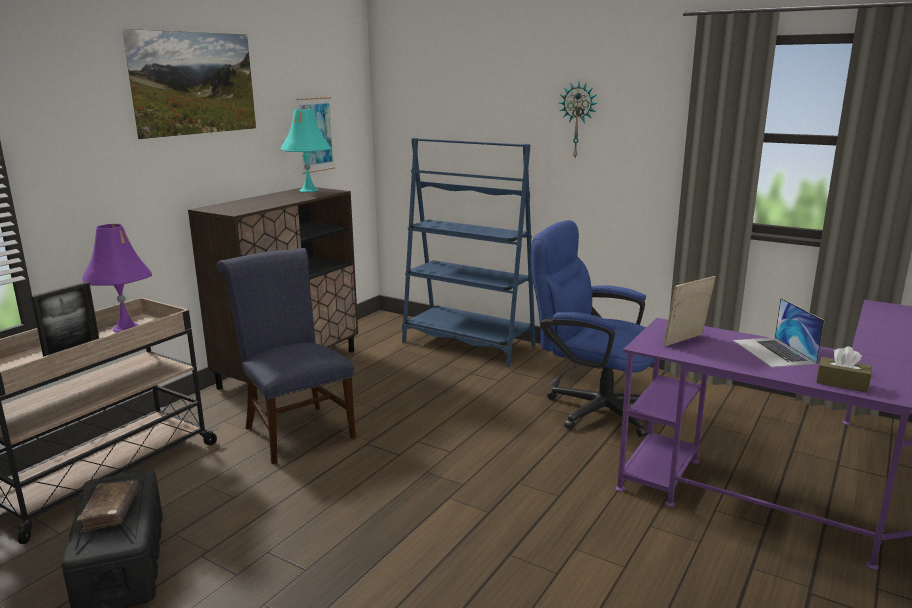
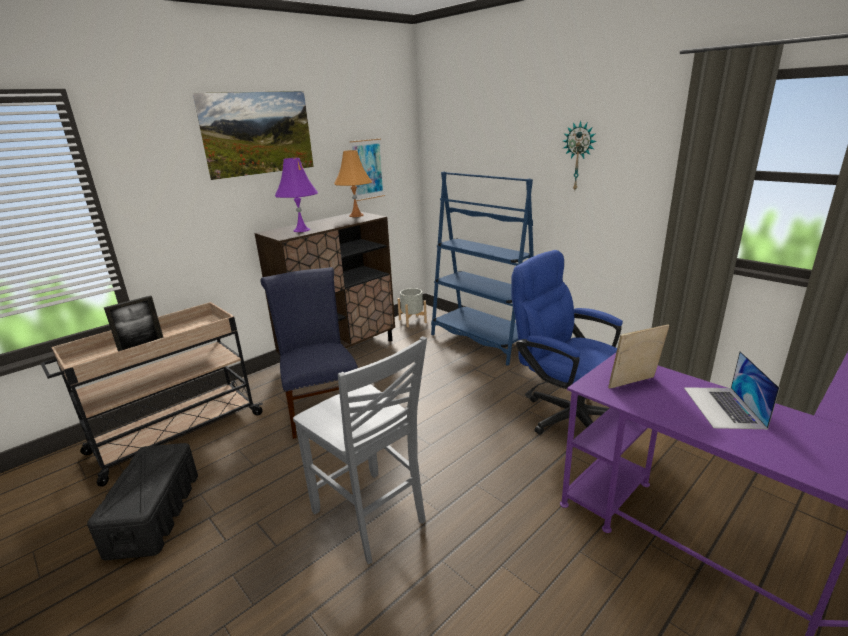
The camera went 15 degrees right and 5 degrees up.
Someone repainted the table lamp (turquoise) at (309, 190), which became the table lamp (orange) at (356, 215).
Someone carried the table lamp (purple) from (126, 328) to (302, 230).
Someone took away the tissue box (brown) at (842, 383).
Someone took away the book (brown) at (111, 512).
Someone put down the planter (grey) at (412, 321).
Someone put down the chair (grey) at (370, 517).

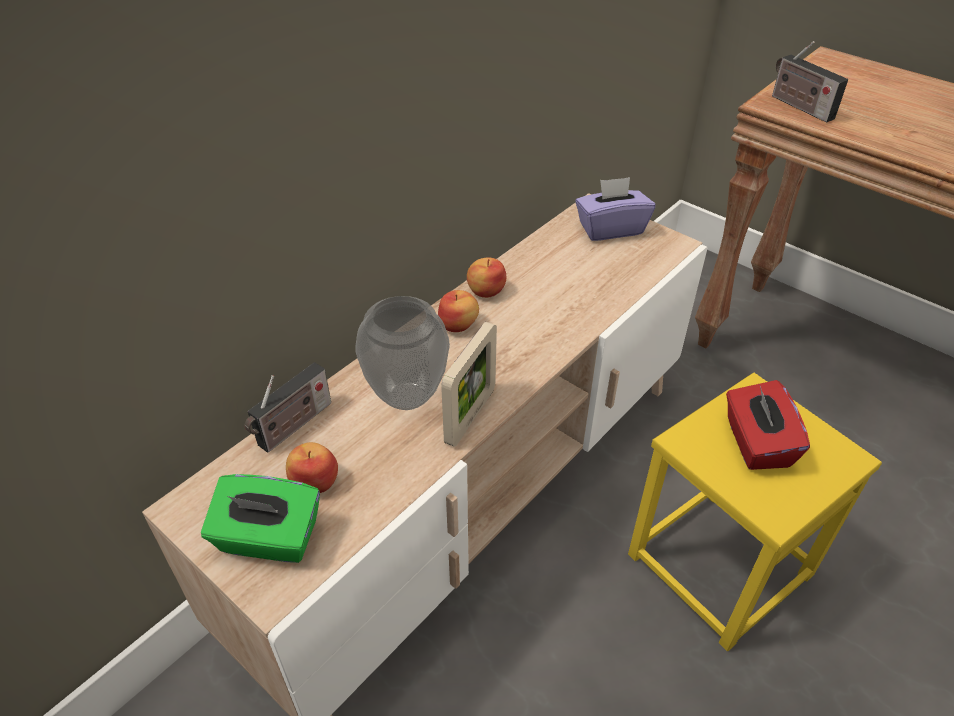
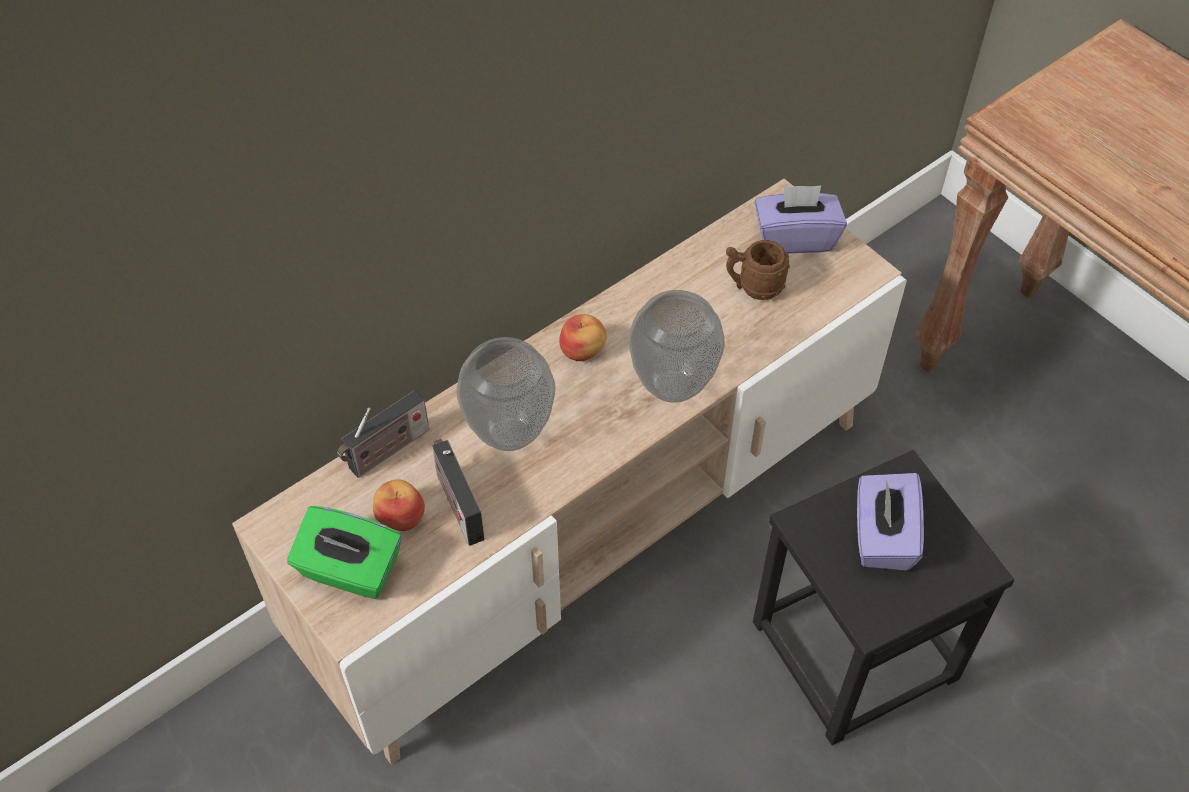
The camera went 10 degrees right and 10 degrees up.
Someone carried the radio from (798, 106) to (457, 503).
Someone took away the apple at (486, 291).
Someone took away the picture frame at (470, 416).
Someone repainted the stool (yellow) at (718, 563), which became the stool (black) at (854, 648).
Someone repainted the tissue box (red) at (756, 443), which became the tissue box (purple) at (882, 537).
Someone put down the mug (brown) at (753, 287).
Someone put down the vase at (671, 387).

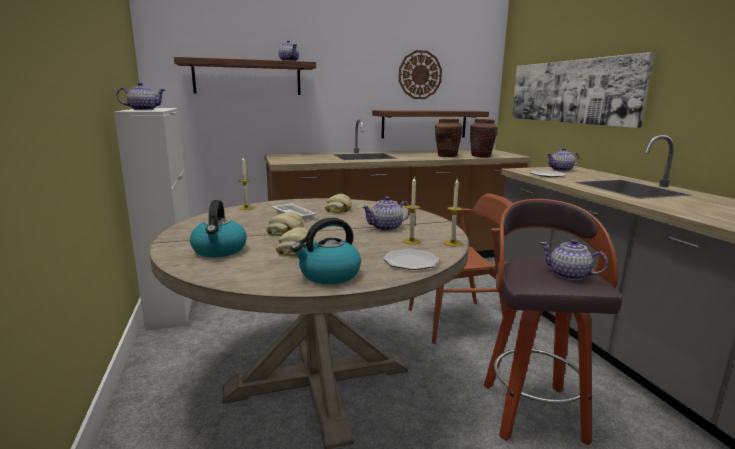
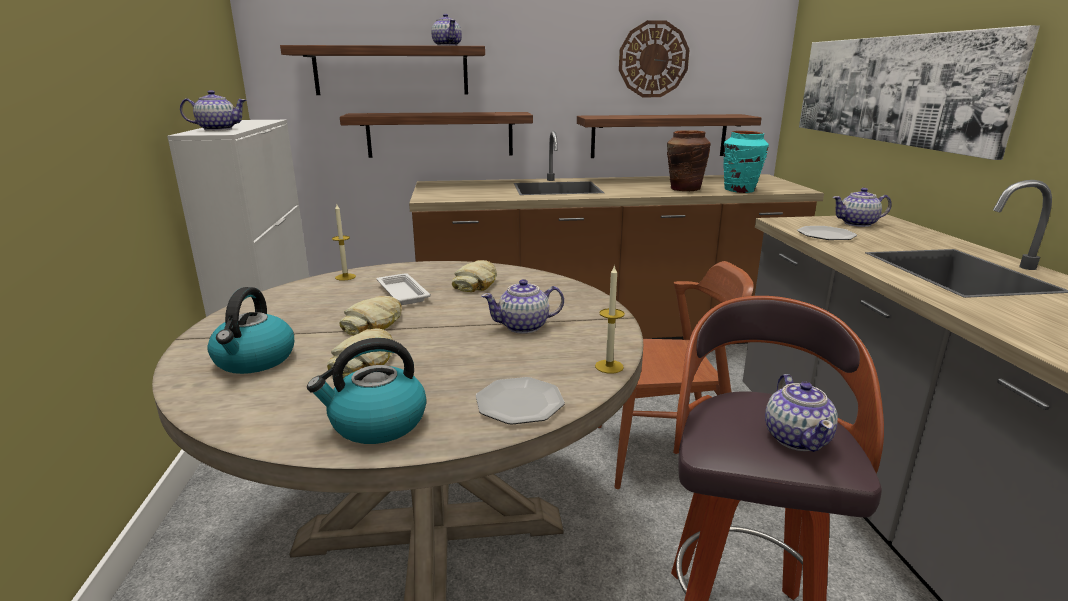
The camera went 10 degrees right and 5 degrees up.
Someone repainted the vase (brown) at (481, 156), which became the vase (turquoise) at (740, 190).
Someone took away the candle at (411, 241).
Someone rotated the teapot at (569, 275) by 135 degrees counterclockwise.
Someone put up the shelf at (440, 134).

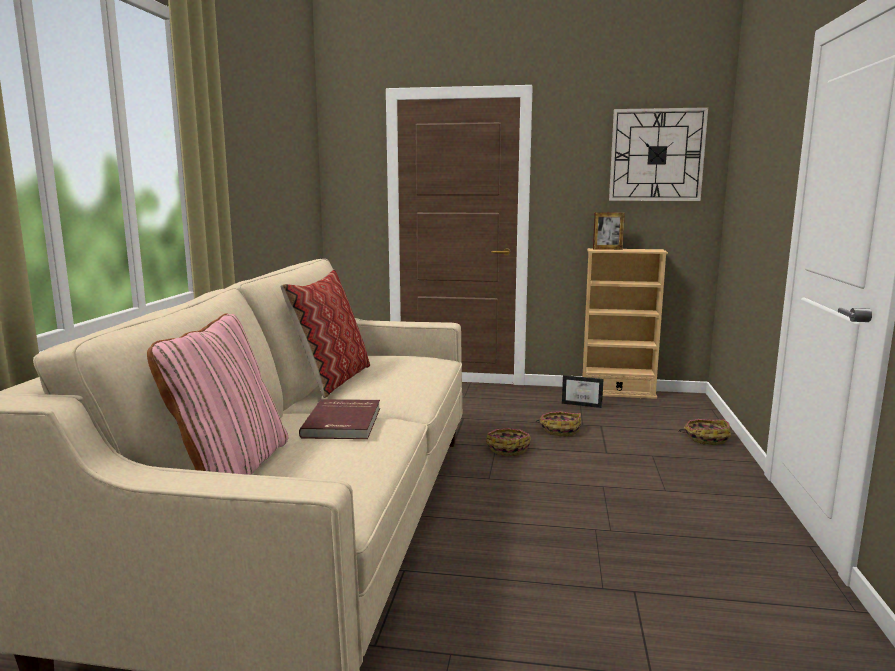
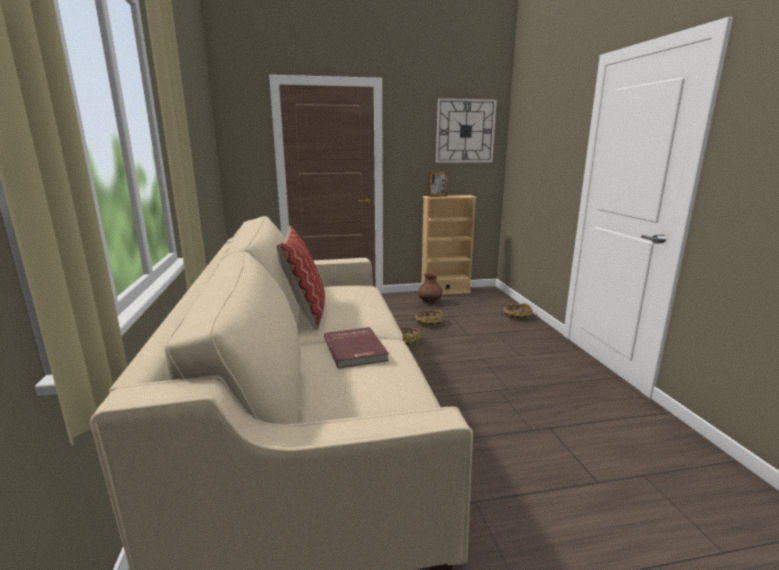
The camera went 20 degrees left and 5 degrees up.
Someone took away the pillow (pink) at (231, 469).
Someone swapped the picture frame at (583, 404) for the vase (brown) at (430, 302).

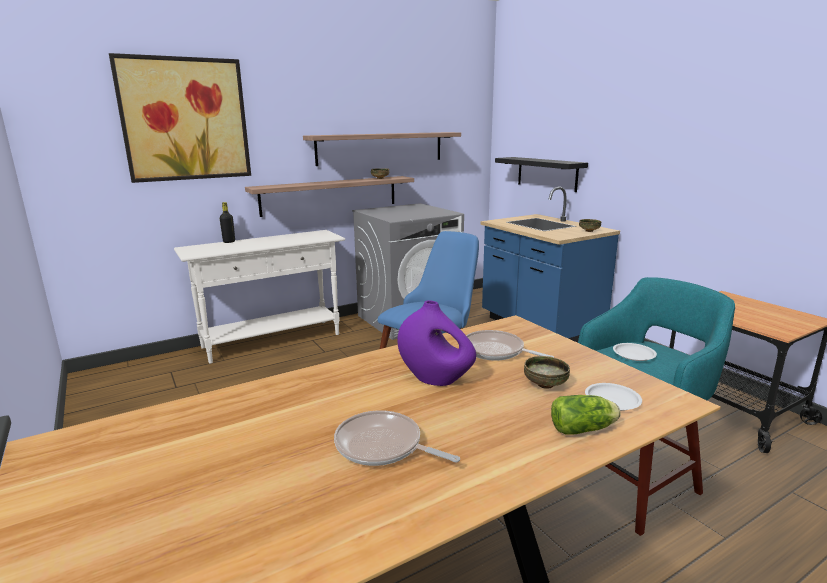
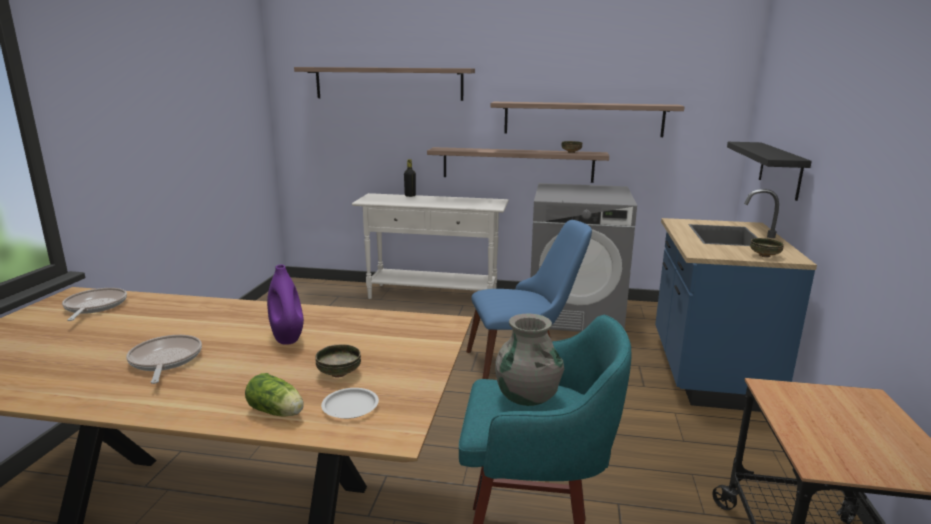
The camera went 40 degrees right and 0 degrees up.
Someone swapped the picture at (185, 119) for the shelf at (388, 83).
Someone carried the frying pan from (496, 351) to (94, 307).
Someone swapped the plate (white) at (633, 354) for the vase (grey) at (527, 397).

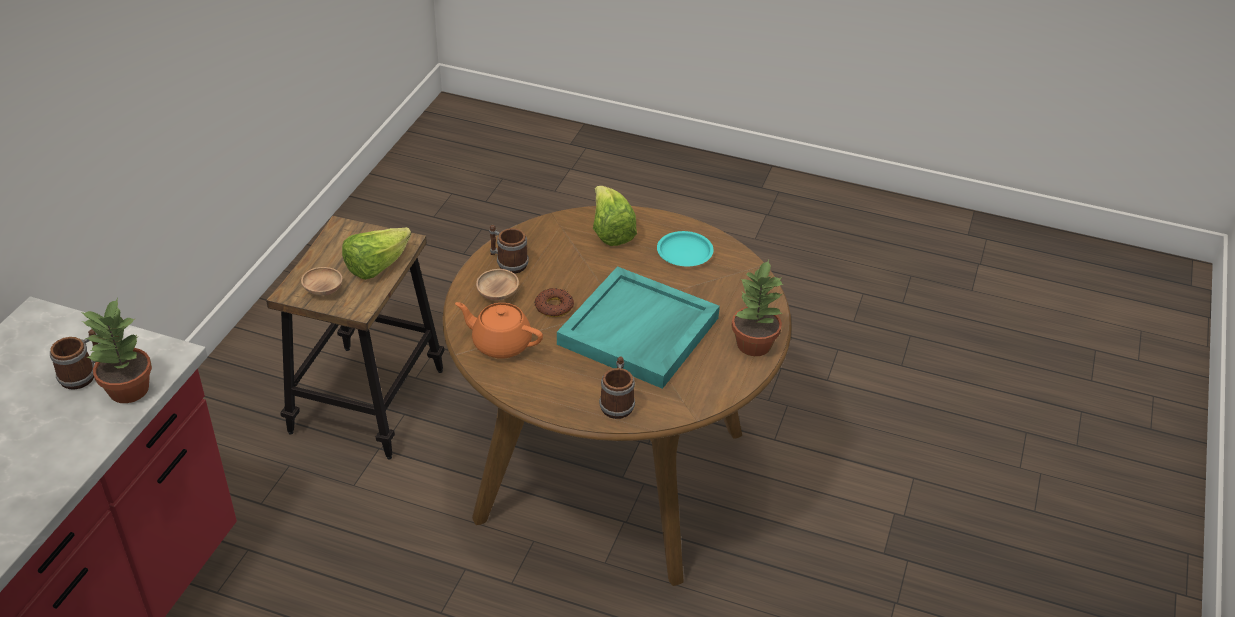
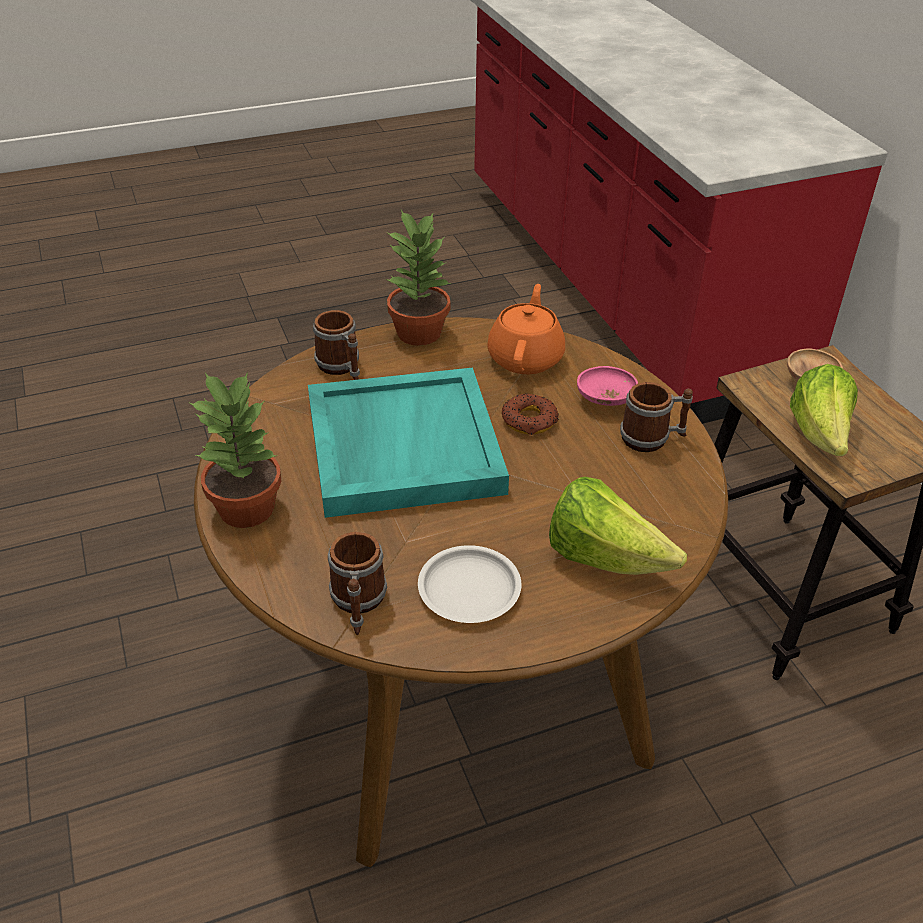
The camera went 140 degrees right and 0 degrees up.
Someone repainted the plate (turquoise) at (684, 253), which became the plate (white) at (468, 589).
Someone repainted the bowl (brown) at (498, 294), which became the bowl (pink) at (605, 399).
Someone carried the potted plant from (127, 390) to (419, 332).
Someone rotated the teapot (orange) at (501, 343) by 60 degrees counterclockwise.
Someone carried the mug from (84, 374) to (358, 604).

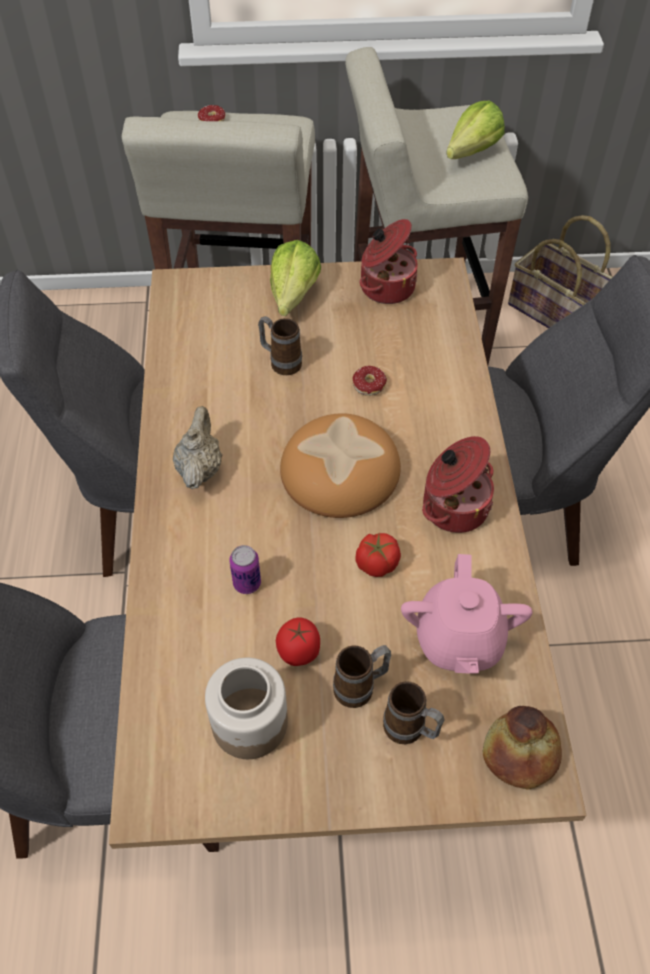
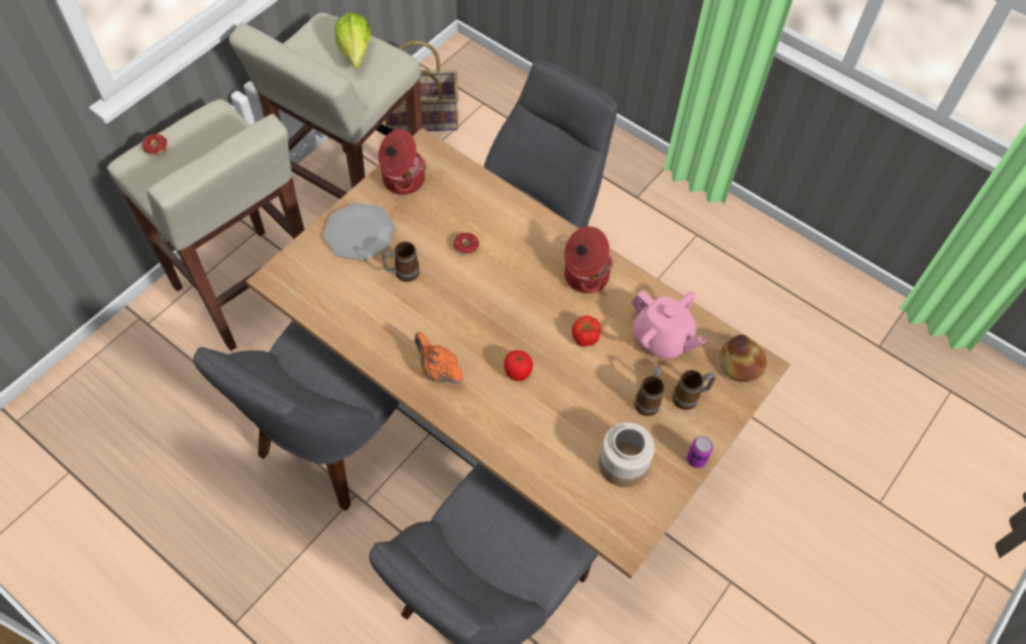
The camera went 50 degrees left and 5 degrees up.
Someone swapped the lettuce at (290, 301) for the plate at (359, 233).
Someone repainted the teapot (beige) at (200, 469), which became the teapot (orange) at (438, 370).
Someone took away the bread at (340, 470).
Someone carried the can from (247, 583) to (696, 459).
Someone carried the tomato from (299, 652) to (517, 372).

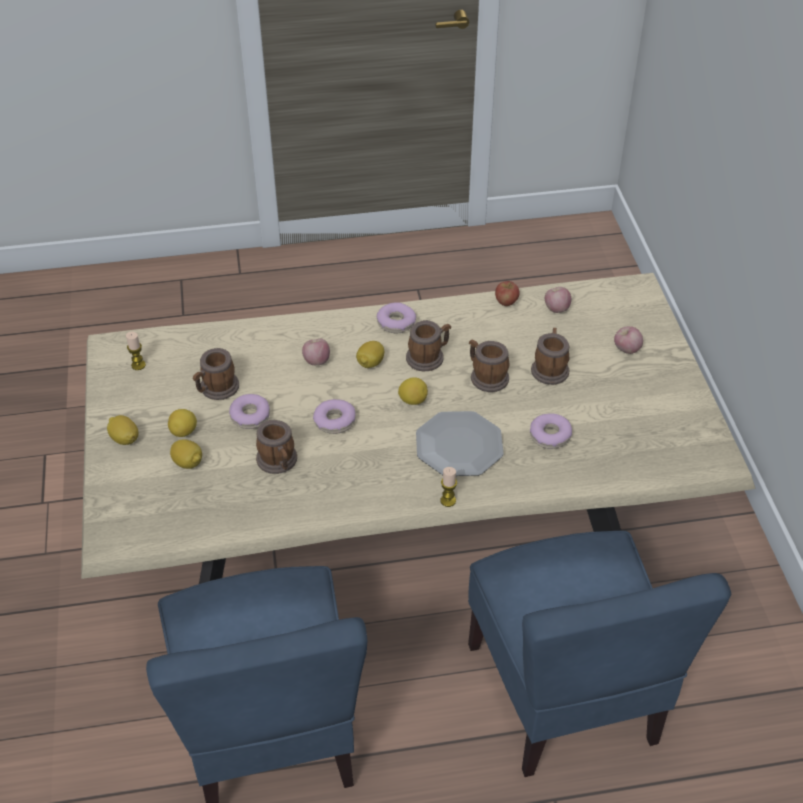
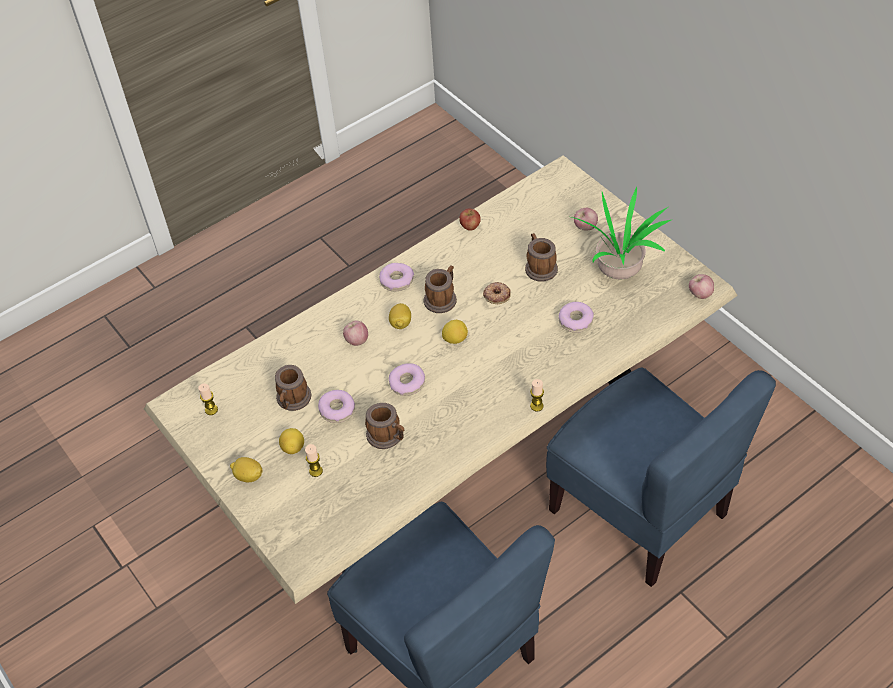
The camera went 25 degrees left and 5 degrees up.
Someone carried the apple from (556, 309) to (700, 294).
Someone swapped the mug at (486, 376) for the donut at (497, 295).
Someone took away the plate at (459, 446).
Someone swapped the lemon at (188, 463) for the candle at (316, 471).
Someone put down the potted plant at (618, 269).

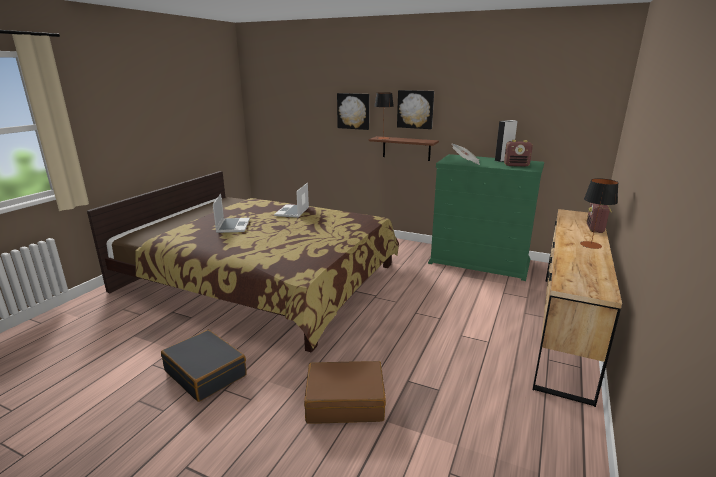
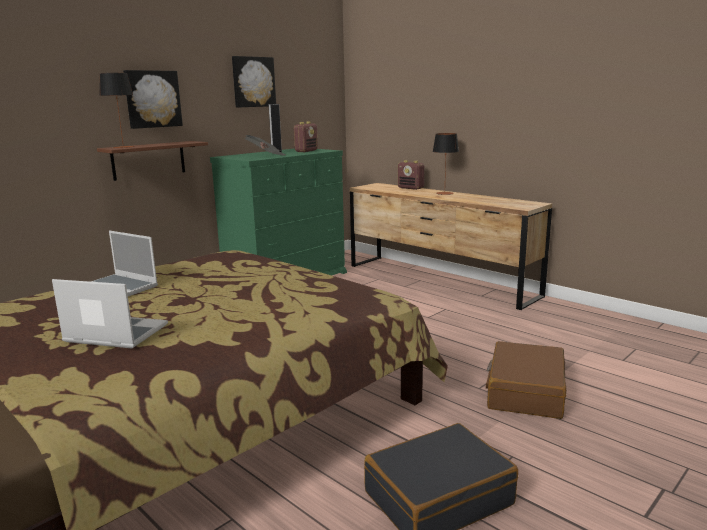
The camera went 70 degrees left and 5 degrees down.
Someone carried the picture from (353, 111) to (253, 82).

